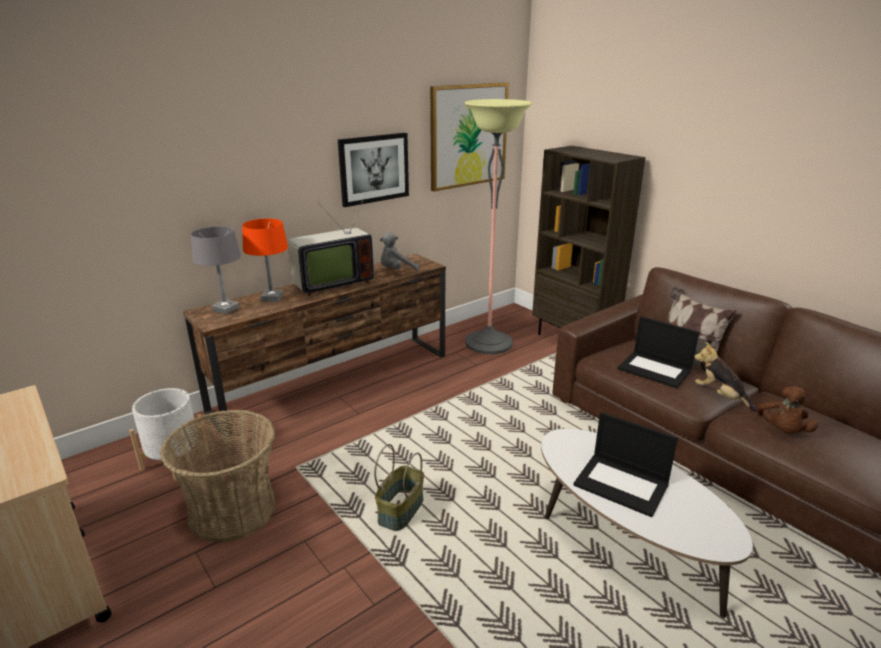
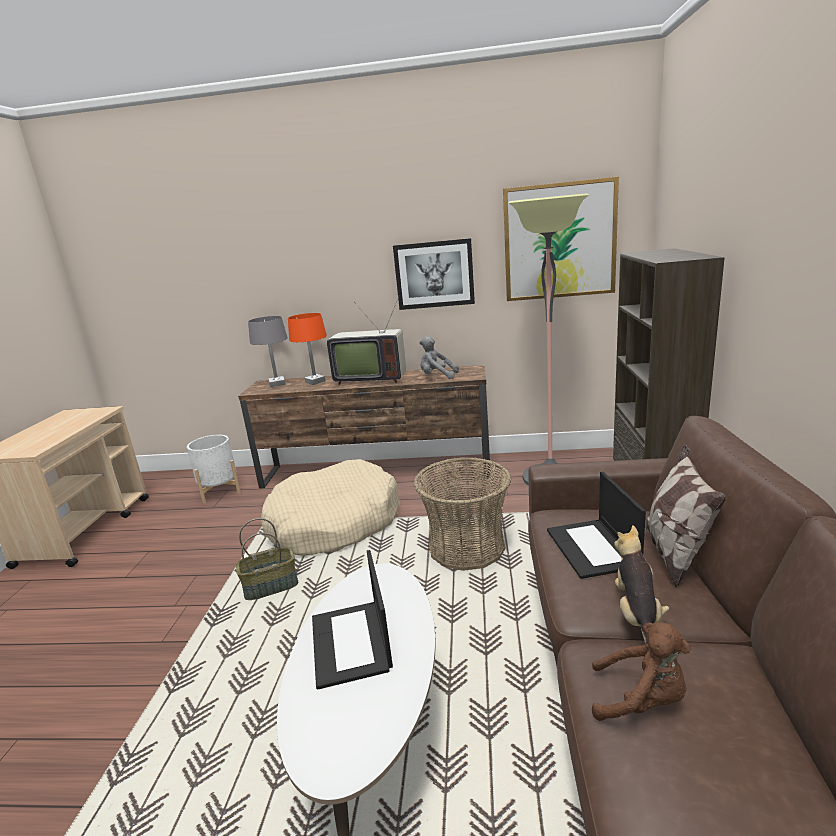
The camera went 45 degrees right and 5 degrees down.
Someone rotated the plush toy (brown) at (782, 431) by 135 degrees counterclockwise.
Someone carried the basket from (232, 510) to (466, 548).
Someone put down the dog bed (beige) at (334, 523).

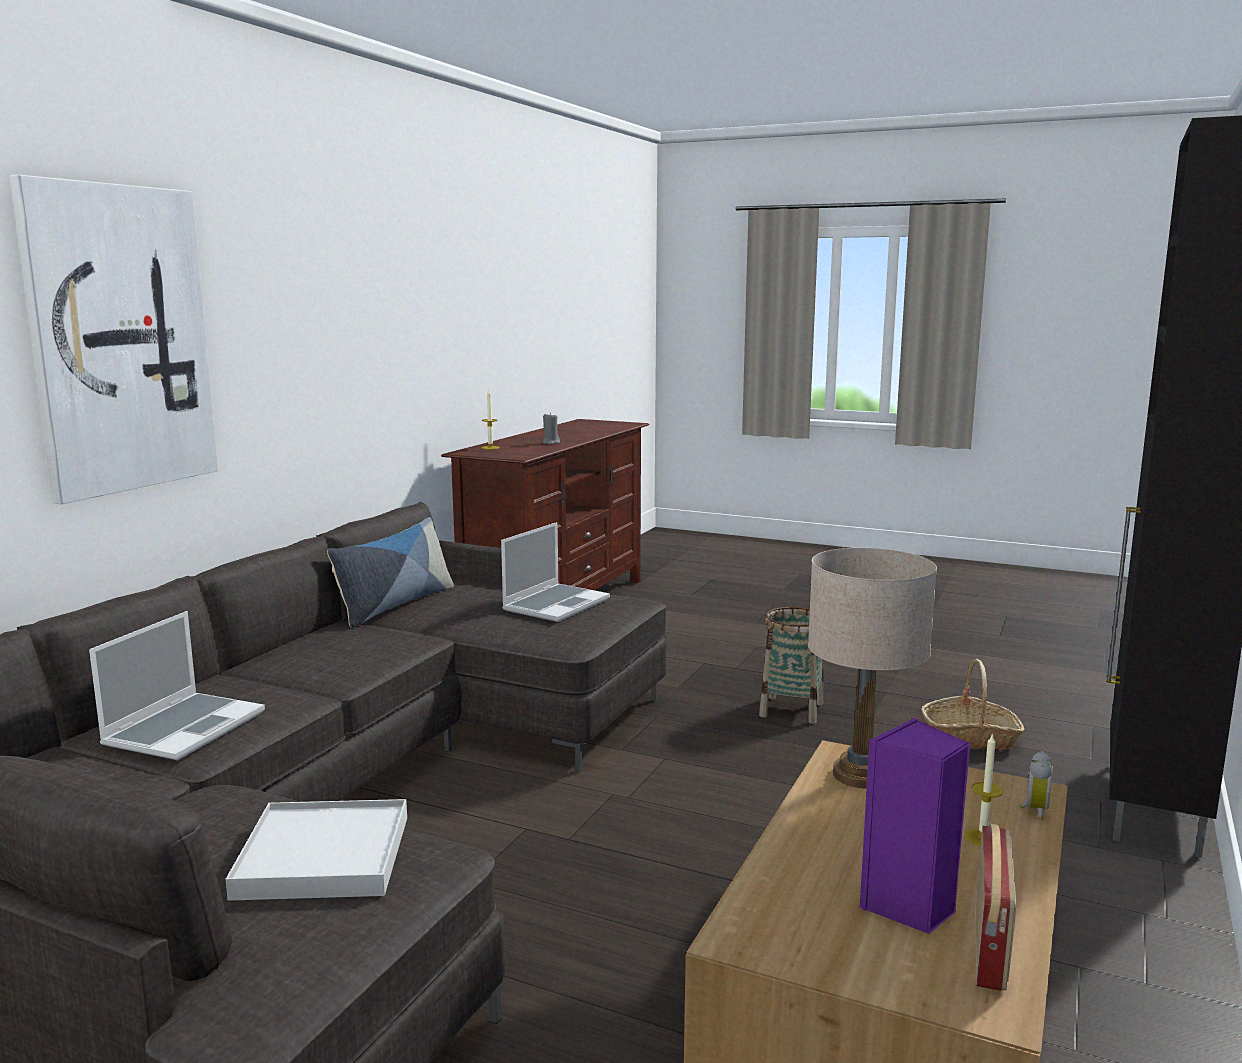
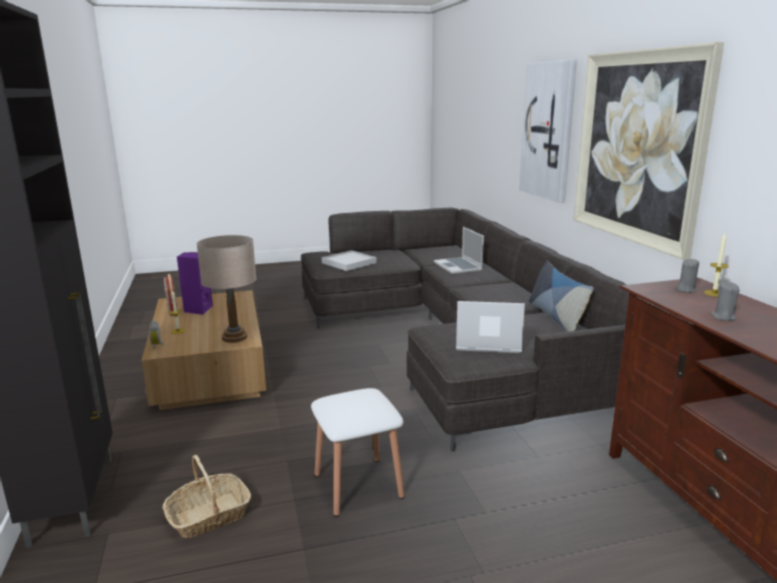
The camera went 140 degrees right and 5 degrees up.
Someone rotated the laptop at (556, 604) by 105 degrees clockwise.
Someone swapped the basket at (791, 709) for the stool (white) at (358, 485).
Someone put up the picture at (638, 147).
Someone put down the candle (grey) at (686, 289).

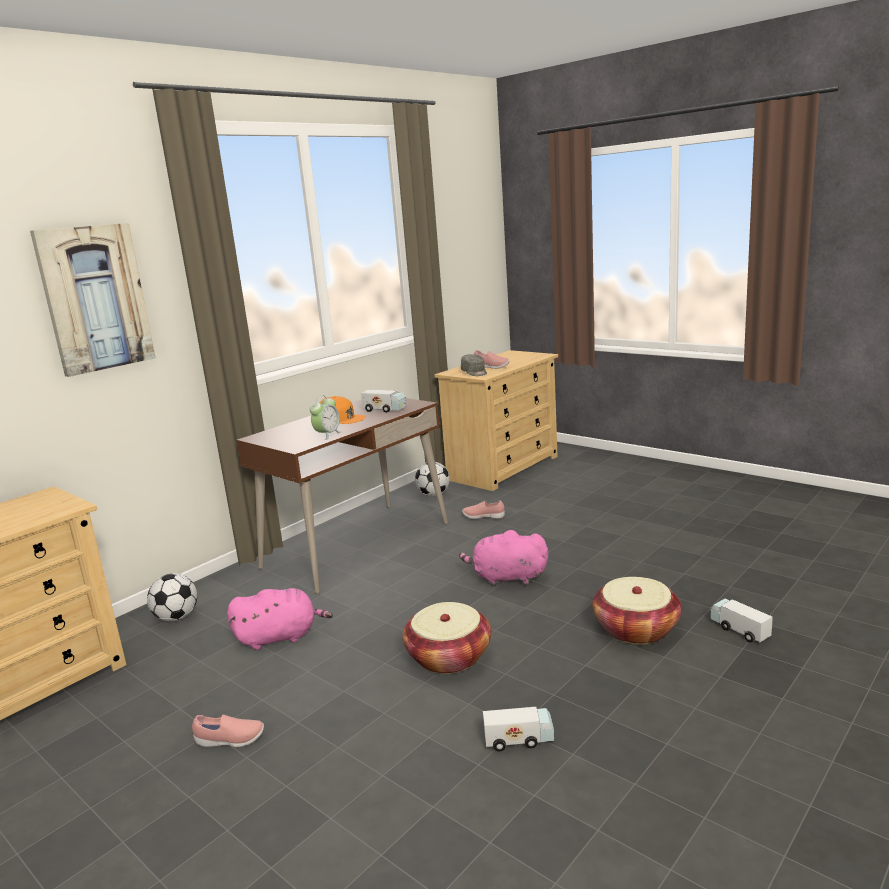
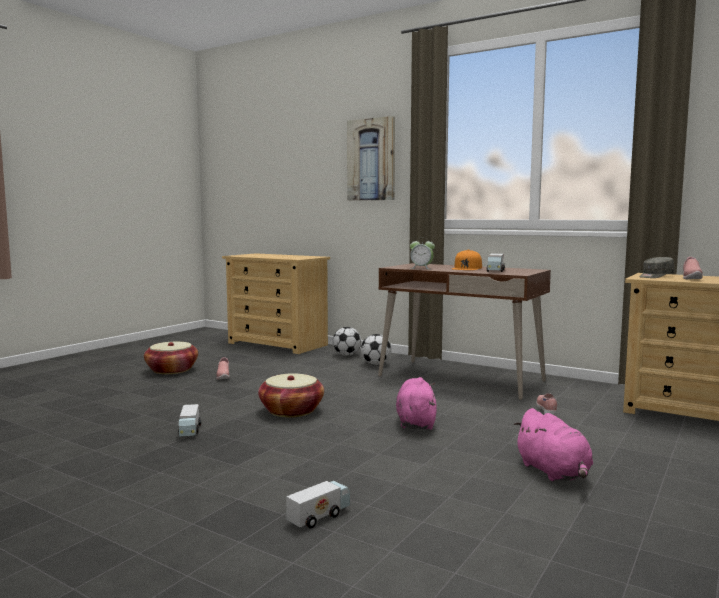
The camera went 80 degrees right and 10 degrees down.
Someone carried the football from (433, 494) to (375, 364).
Someone carried the basket from (636, 629) to (172, 370).
Someone carried the plush toy (pink) from (280, 637) to (554, 473).

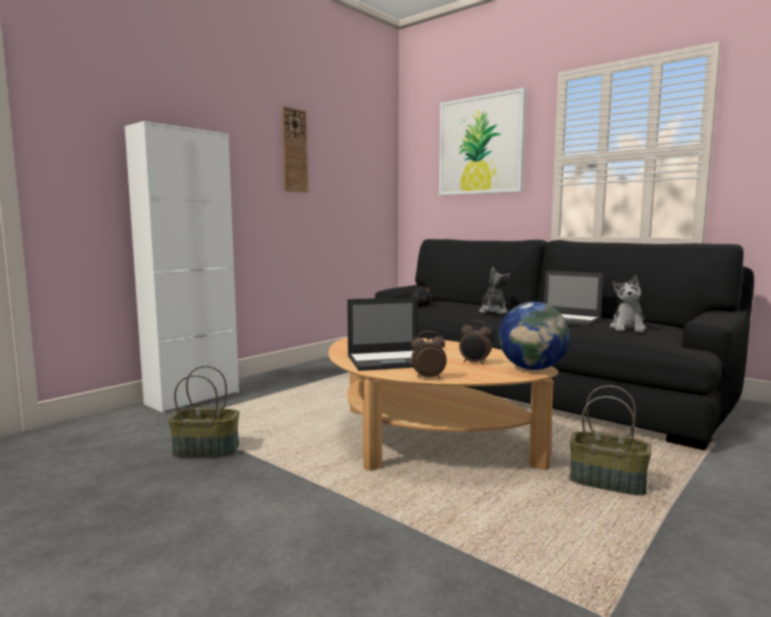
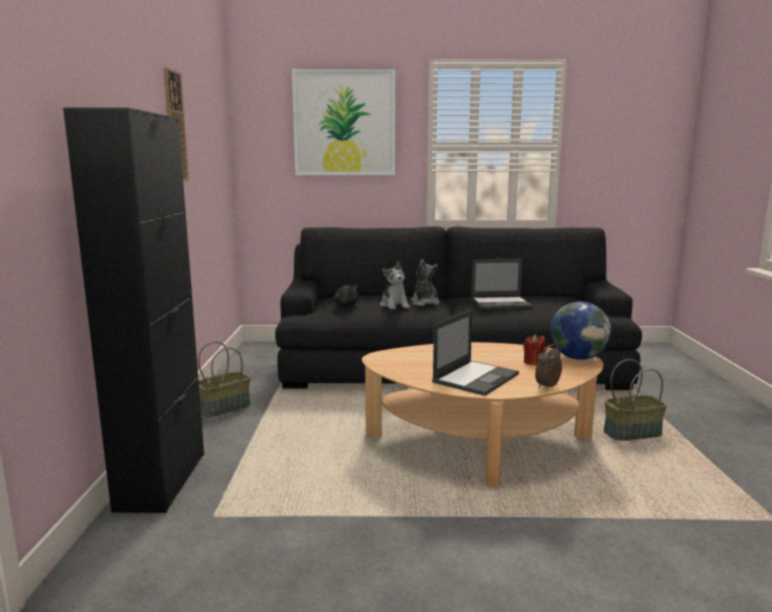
The camera went 40 degrees left and 5 degrees up.
Someone repainted the cabinet (white) at (193, 398), which became the cabinet (black) at (162, 481).
Someone carried the plush toy from (628, 328) to (394, 305).
Someone swapped the alarm clock at (474, 363) for the candle (red) at (533, 362).
Someone carried the basket from (207, 450) to (224, 407).

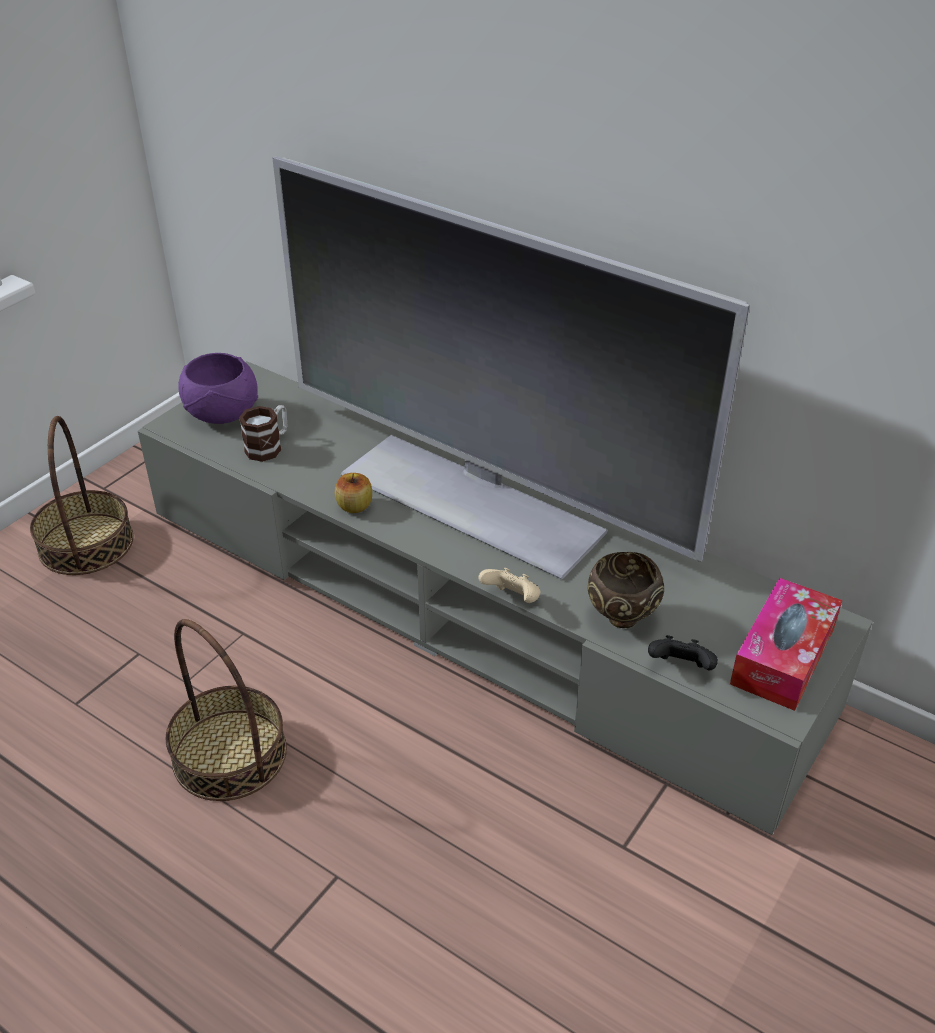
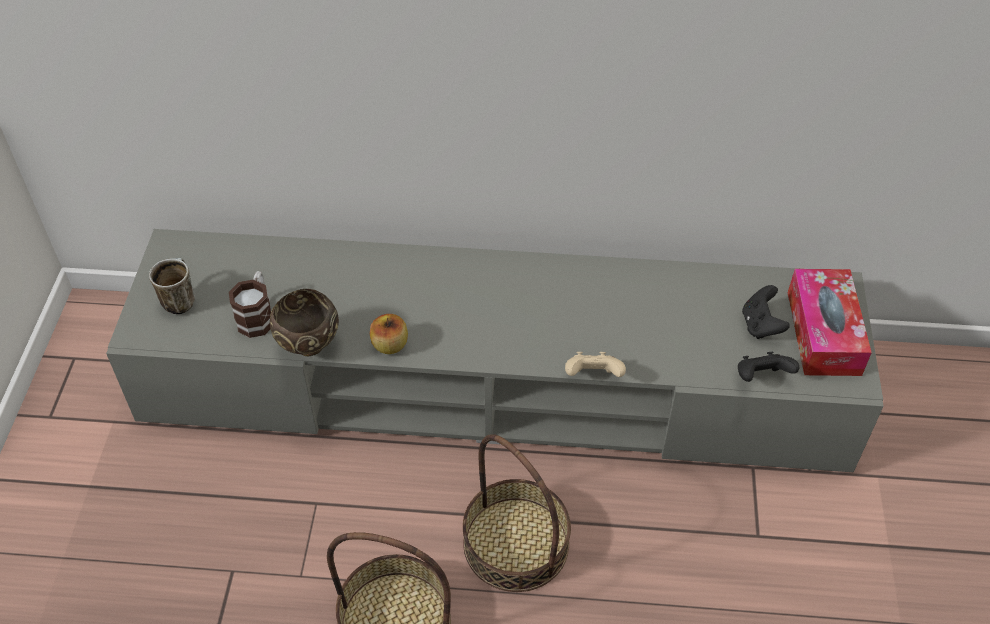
The camera went 30 degrees left and 10 degrees up.
Someone took away the television at (473, 500).
Someone swapped the bowl (purple) at (221, 414) for the mug at (179, 299).
Someone carried the basket from (85, 544) to (515, 543).
Someone carried the bowl (brown) from (620, 619) to (308, 348).
Someone put down the game controller (black) at (761, 325).

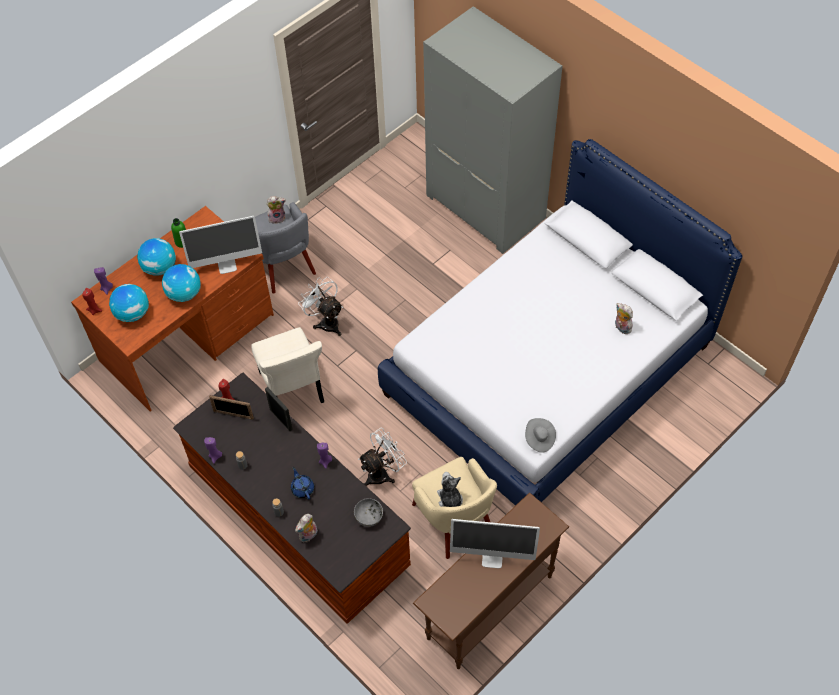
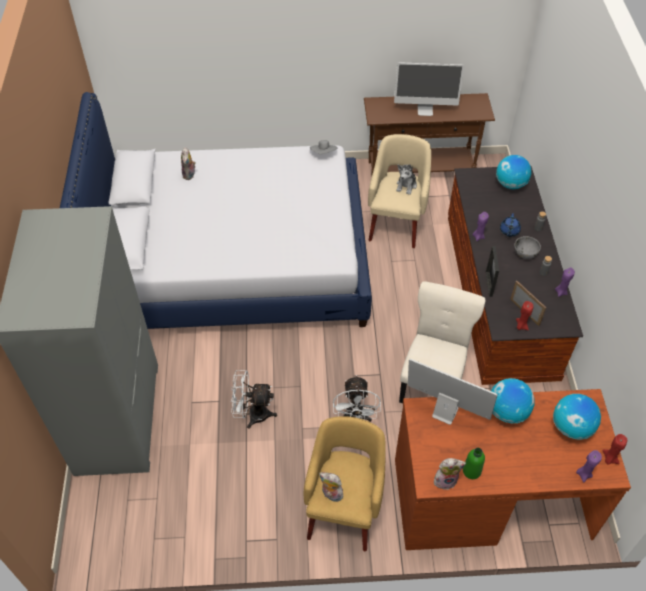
The camera went 140 degrees left and 5 degrees down.
Someone repainted the armchair (grey) at (282, 264), which became the armchair (yellow) at (344, 507).
Someone carried the globe from (160, 267) to (510, 184).
Someone carried the fan (white) from (382, 473) to (252, 414).
Someone carried the bowl (grey) from (369, 517) to (525, 252).
Someone carried the plush toy from (308, 536) to (445, 480).
Someone rotated the monitor at (492, 557) by 135 degrees clockwise.

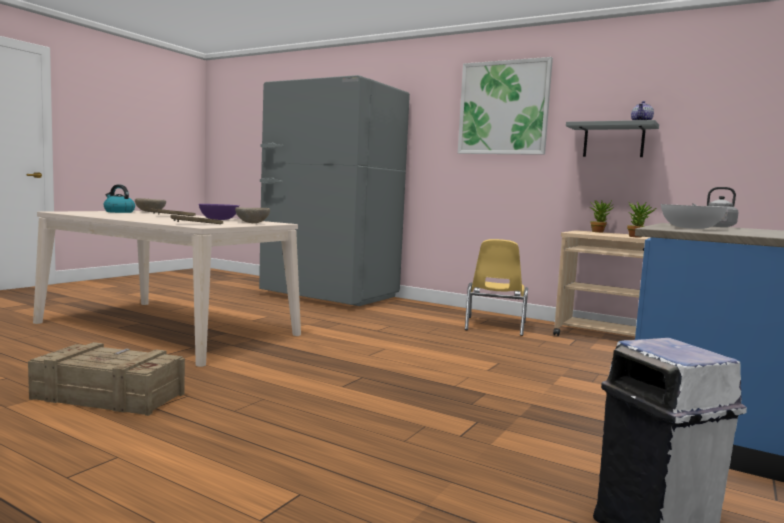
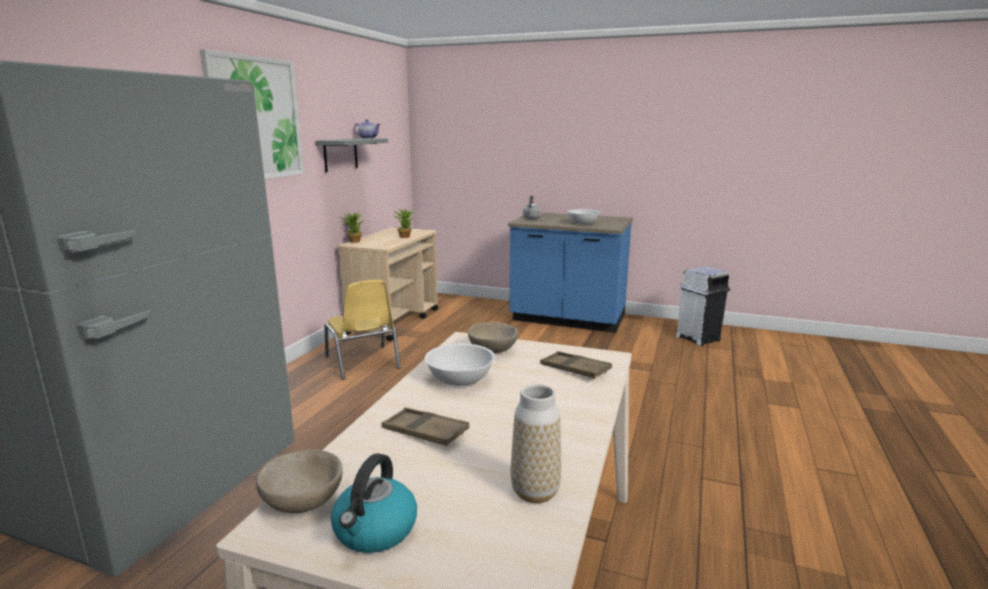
The camera went 100 degrees left and 10 degrees up.
Someone repainted the bowl (purple) at (218, 219), which became the bowl (white) at (460, 379).
Someone rotated the chair (yellow) at (494, 326) by 60 degrees clockwise.
Someone took away the crate at (109, 396).
Someone put down the vase at (535, 492).

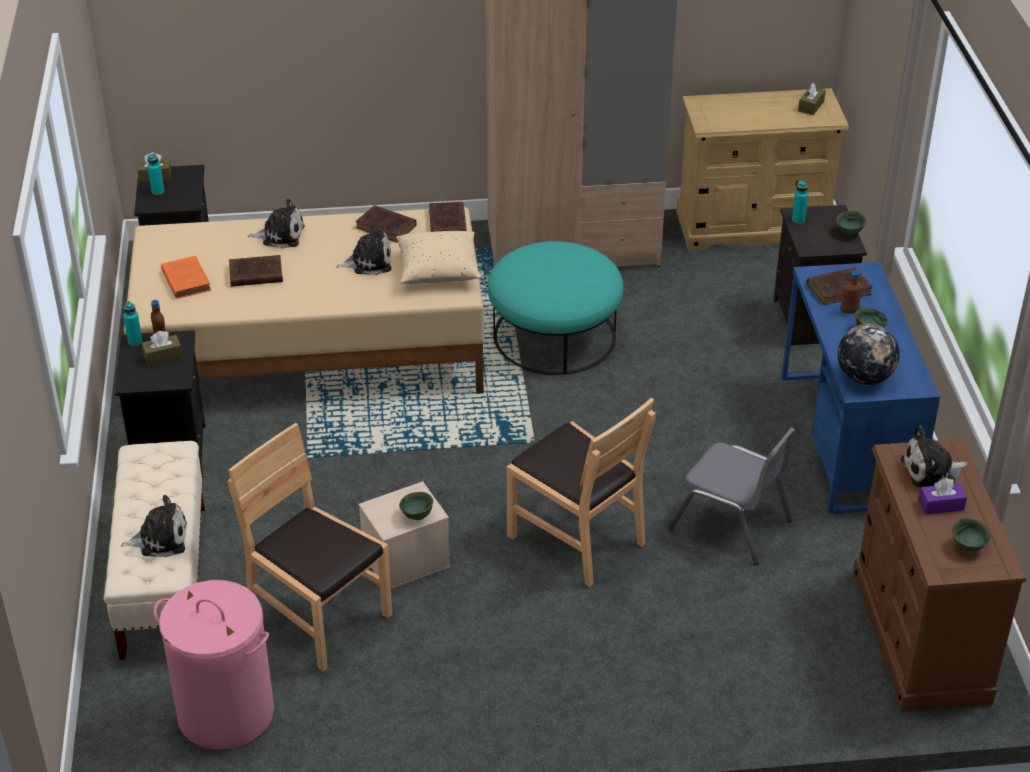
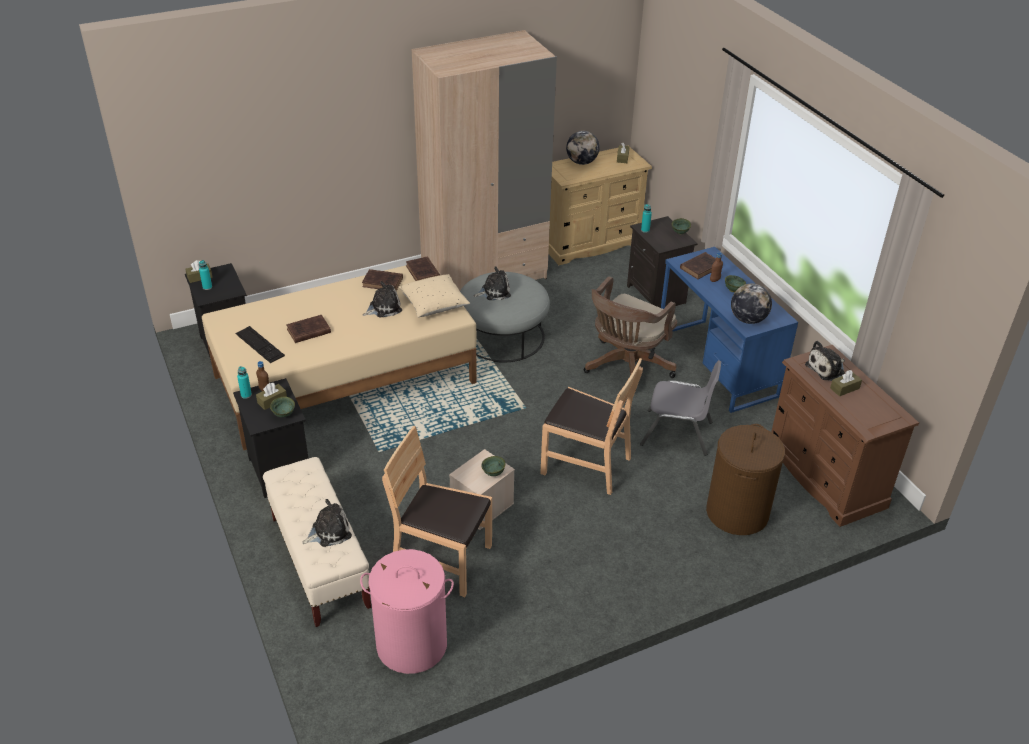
The camera went 20 degrees left and 0 degrees up.
Someone carried the plush toy from (280, 235) to (494, 292).
Someone repainted the ottoman (turquoise) at (554, 336), which became the ottoman (grey) at (502, 336).
Someone swapped the book (orange) at (185, 279) for the keyboard at (259, 344).
Someone repainted the tissue box (purple) at (941, 505), which became the tissue box (brown) at (844, 388).
Someone carried the bowl (green) from (968, 546) to (284, 414).
Someone put down the globe at (582, 162).
Someone put down the office chair (brown) at (626, 369).
Someone put down the laundry basket (brown) at (737, 513).

